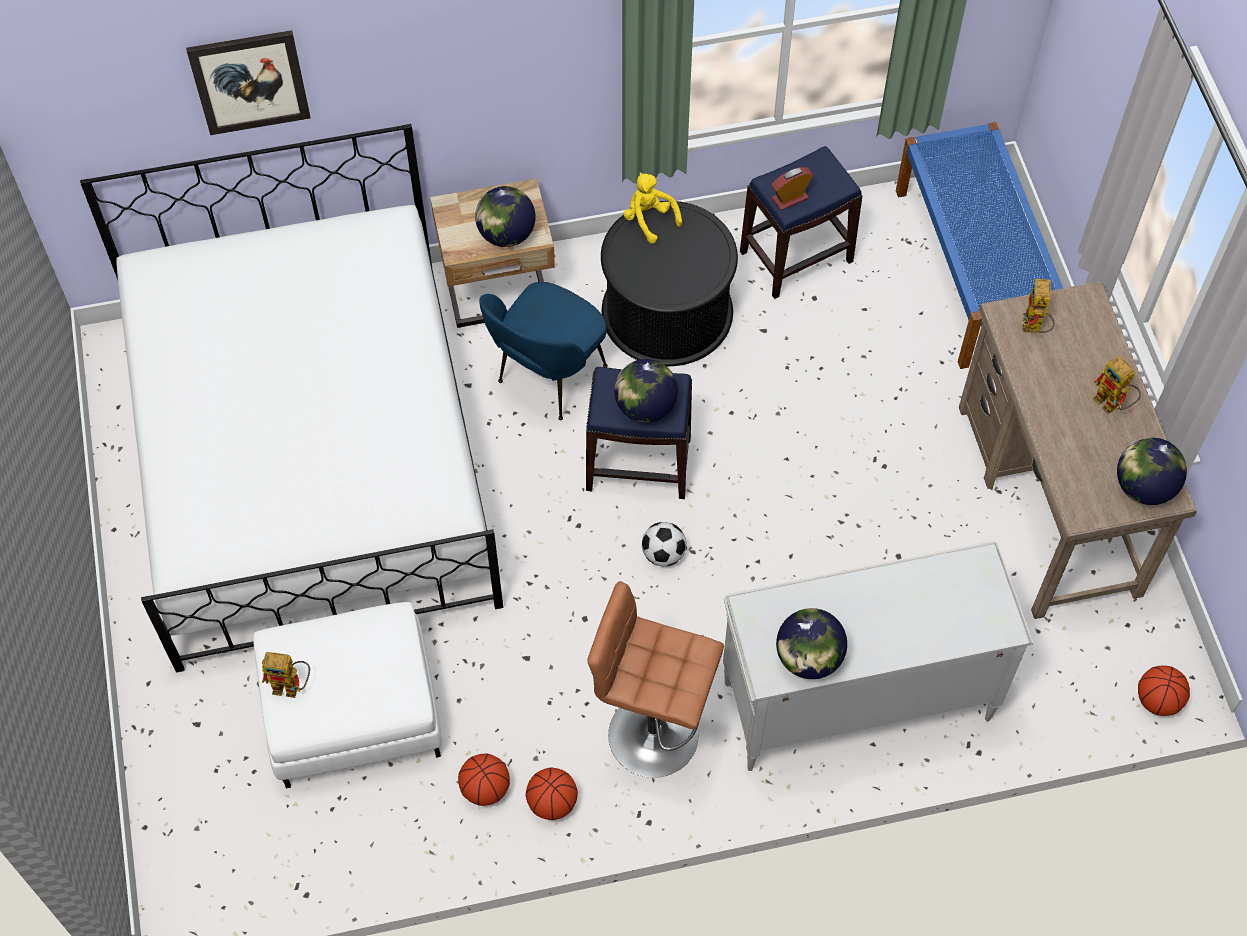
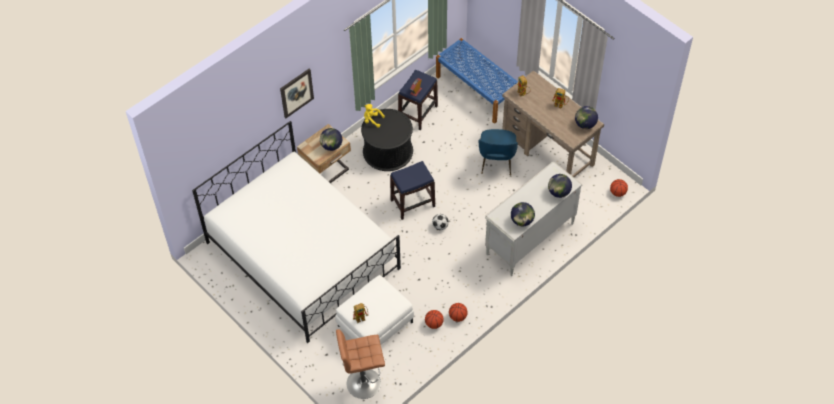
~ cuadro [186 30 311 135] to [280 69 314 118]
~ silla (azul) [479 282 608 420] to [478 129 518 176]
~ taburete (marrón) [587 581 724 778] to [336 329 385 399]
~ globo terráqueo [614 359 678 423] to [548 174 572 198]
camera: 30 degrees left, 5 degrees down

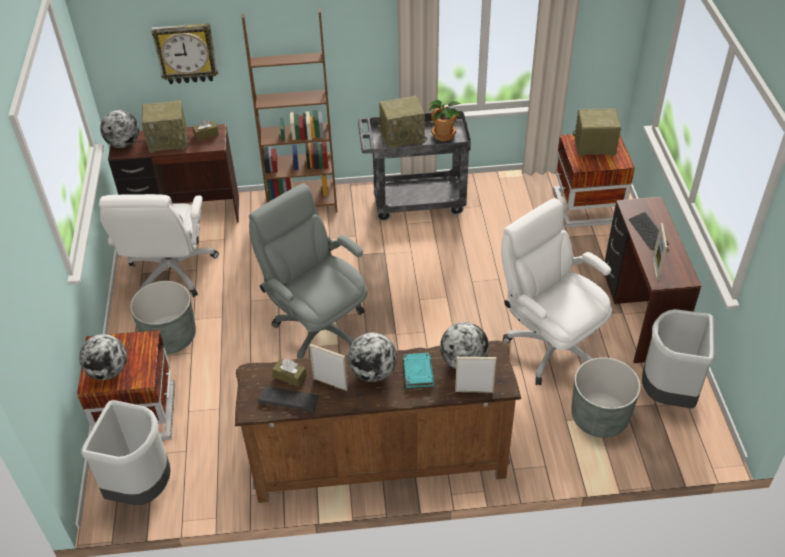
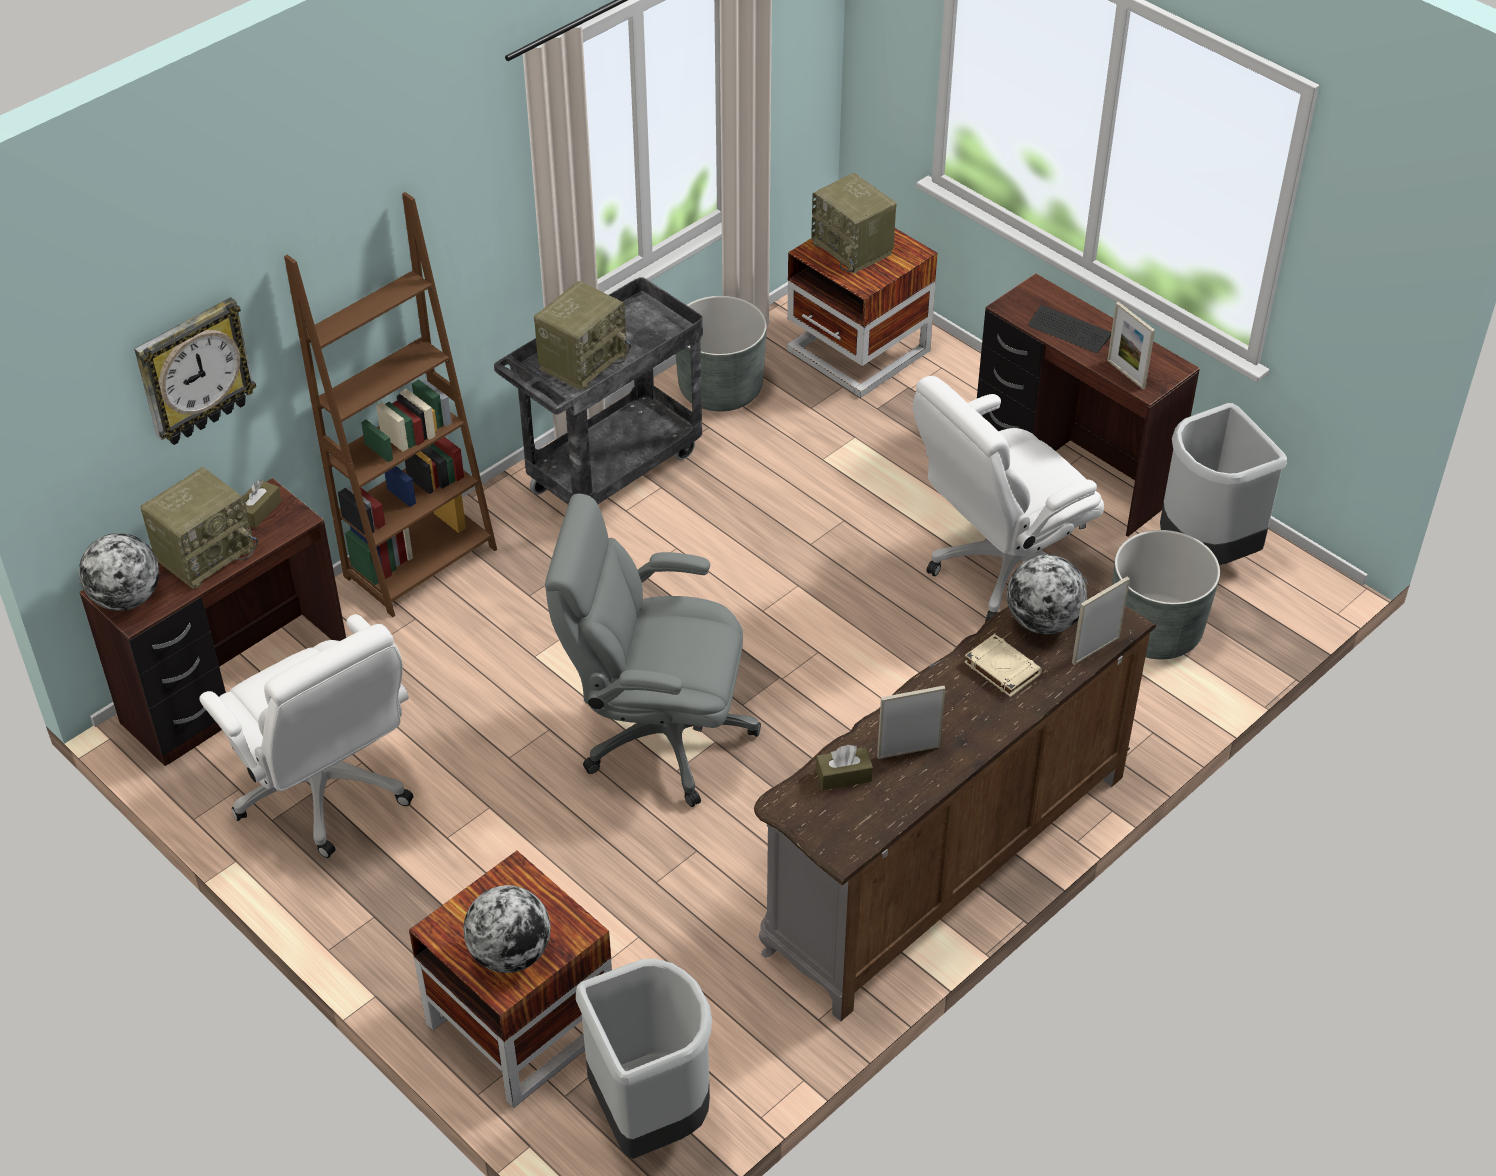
- teclado [258 386 319 411]
- globo terráqueo [348 333 397 382]
- planta en maceta [428 100 460 141]
~ maceta (gris) [130 281 196 354] to [676 296 767 412]
~ libro (turquesa) [403 353 434 388] to libro (beis) [964 634 1042 697]
~ silla de oficina (blanco) [501 198 612 385] = [913 376 1104 622] 45 degrees counterclockwise
~ radio [573 108 621 157] = [811 173 897 274] 90 degrees counterclockwise
camera: 40 degrees left, 0 degrees up

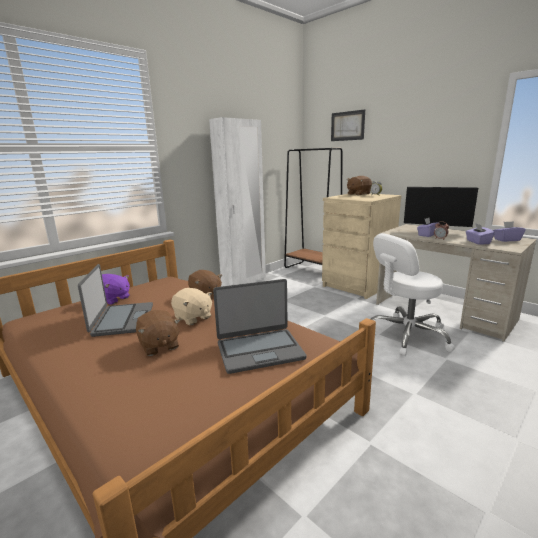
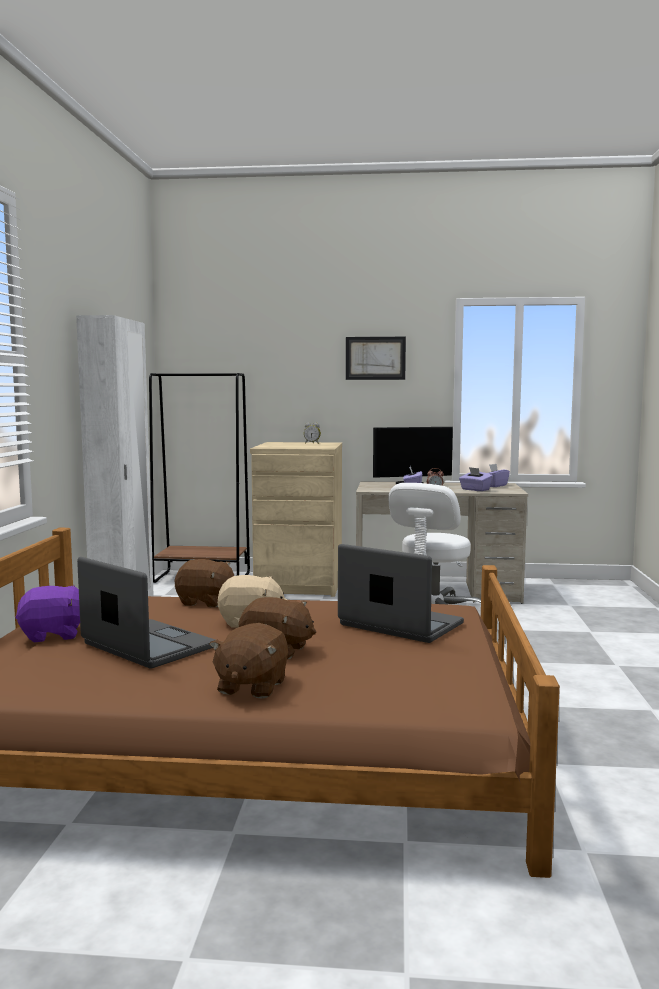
~ cuadro [331 109 365 141] to [346 337 406 380]
~ peluche (marrón) [347 176 372 195] to [210 623 288 699]
~ portátil [213 279 307 374] = [338 544 464 643] 90 degrees counterclockwise
camera: 40 degrees left, 10 degrees down

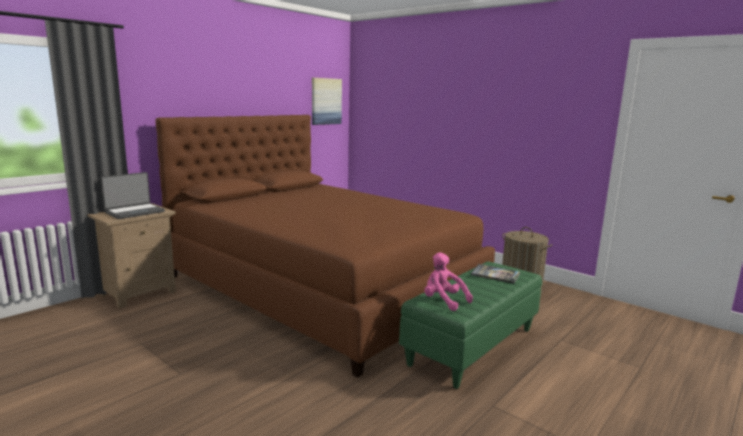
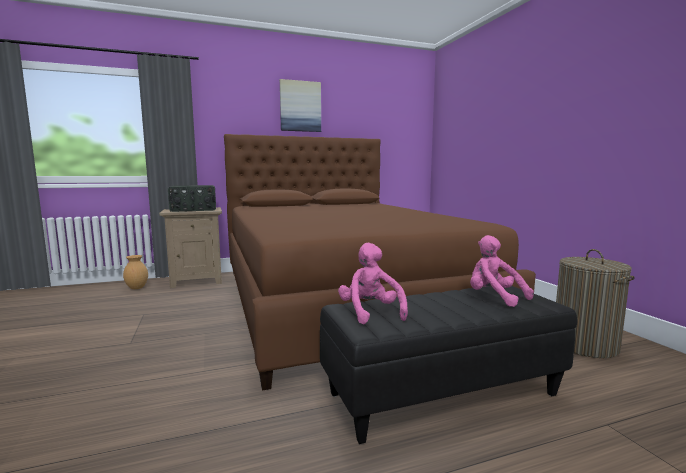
+ florero (marrón) [123 255 148 289]
~ cuadro [312 78 342 125] to [280 79 321 132]
~ portátil [101 172 165 219] to radio [168 185 216 212]
~ libro [471 264 520 284] to peluche (rosa) [470 235 534 307]
~ puf (verde) [399 261 542 389] to puf (negro) [320 286 577 444]
camera: 30 degrees right, 5 degrees down

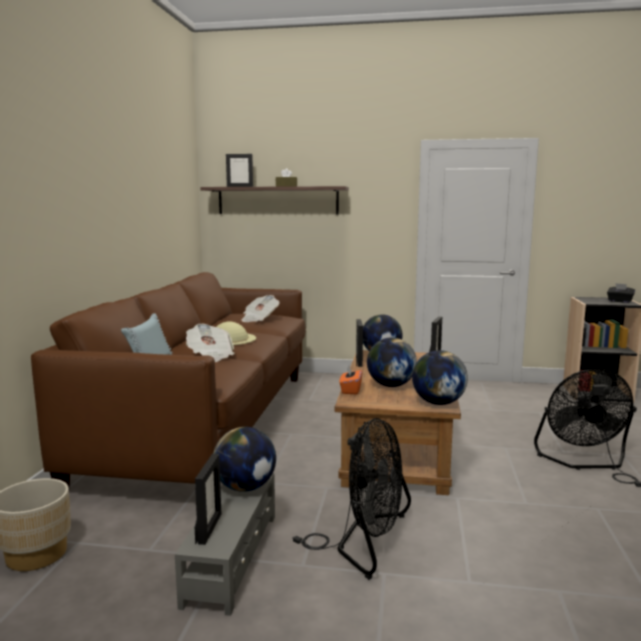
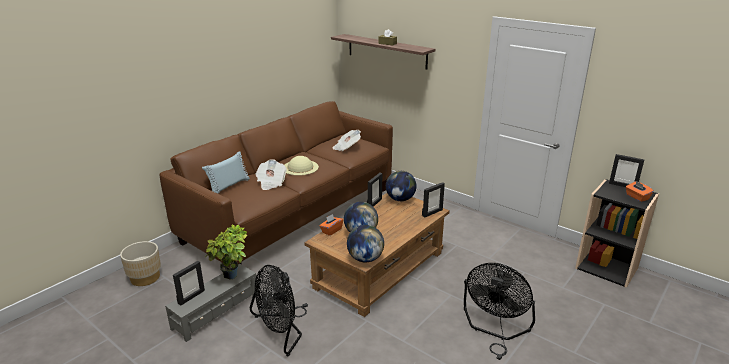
~ portarretratos [226 154 253 187] to [609 154 644 187]
~ globo terráqueo [213 427 276 492] to planta en maceta [205 224 247 280]
~ caja de pañuelos (negro) [607 283 635 303] to caja de pañuelos (naranja) [626 181 654 202]
~ ventilador (negro) [292 418 411 580] = [250 265 309 357] 90 degrees clockwise
camera: 30 degrees right, 15 degrees up

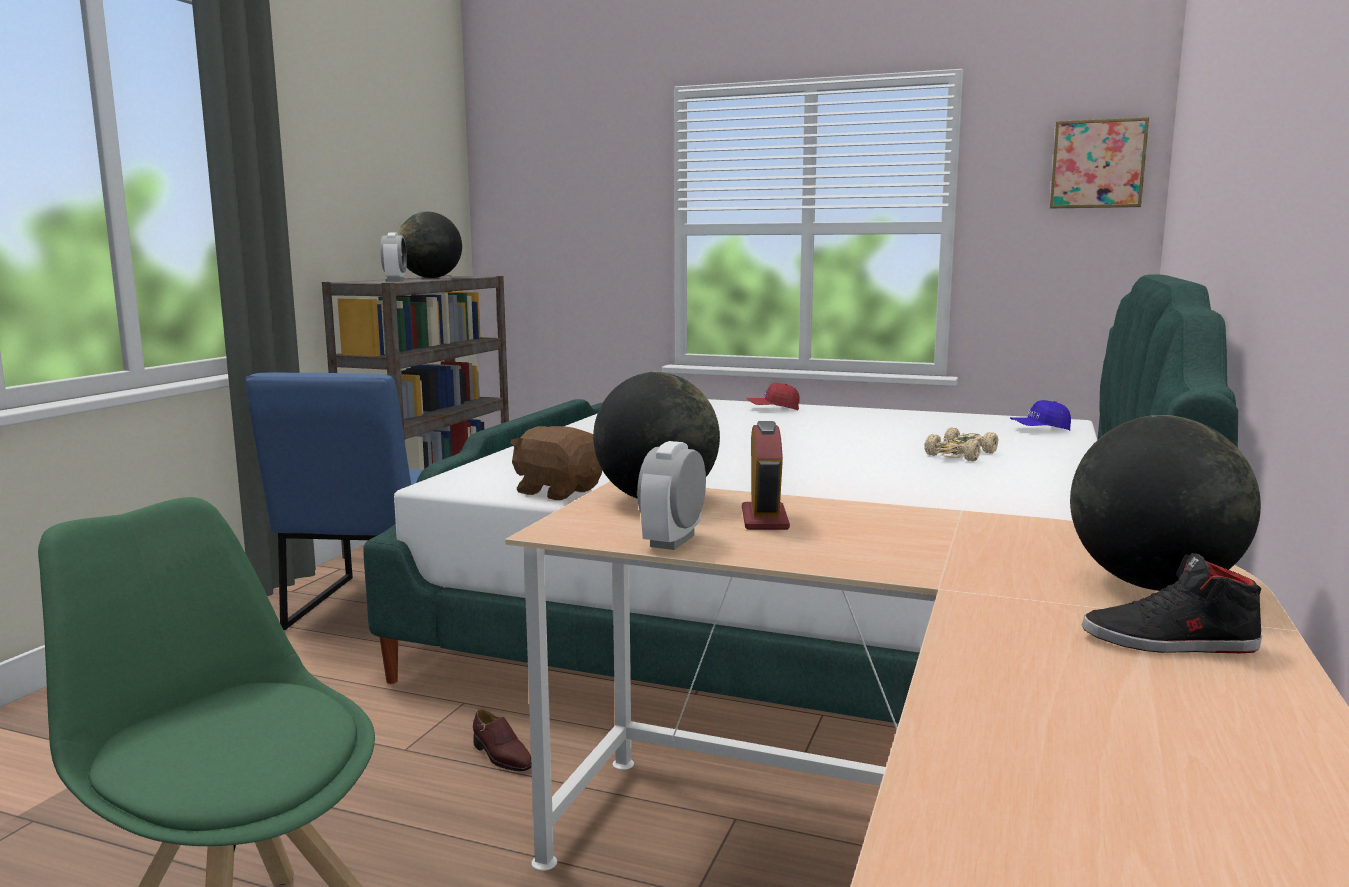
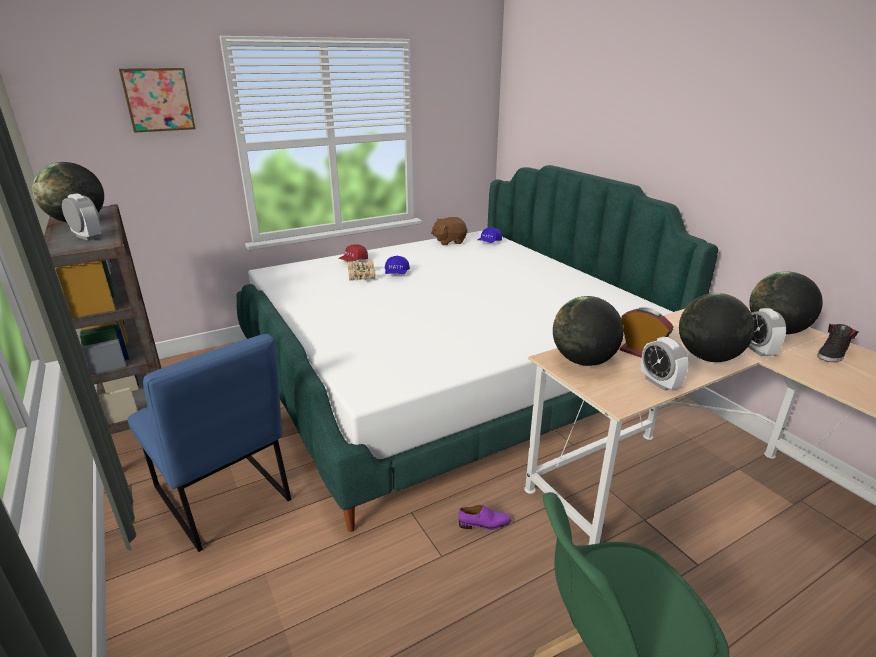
+ gorra (azul) [385 256 410 274]
+ globo terráqueo [679 293 755 362]
+ despertador [748 308 786 356]
~ peluche (marrón) [510 426 602 500] to [431 217 467 245]
~ coche de juguete (beis) [925 427 999 461] to [348 260 375 281]
~ cuadro [1050 117 1149 208] to [119 68 196 133]
~ zapato (marrón) [473 709 532 771] to zapato (morado) [458 505 511 530]
camera: 50 degrees left, 15 degrees up

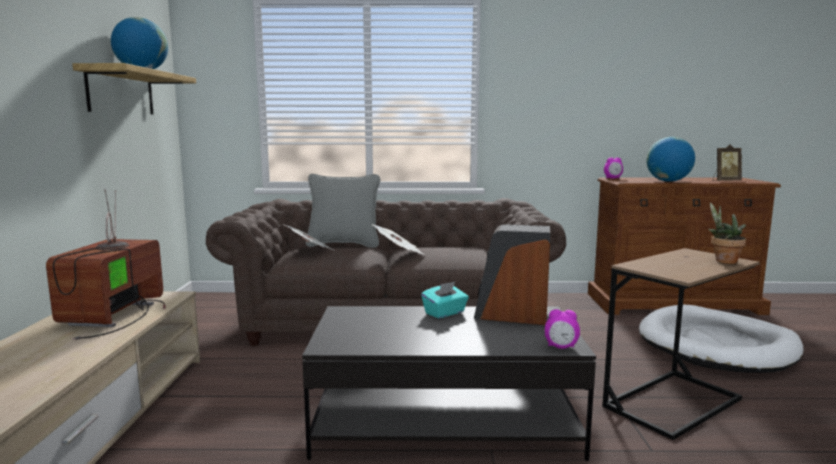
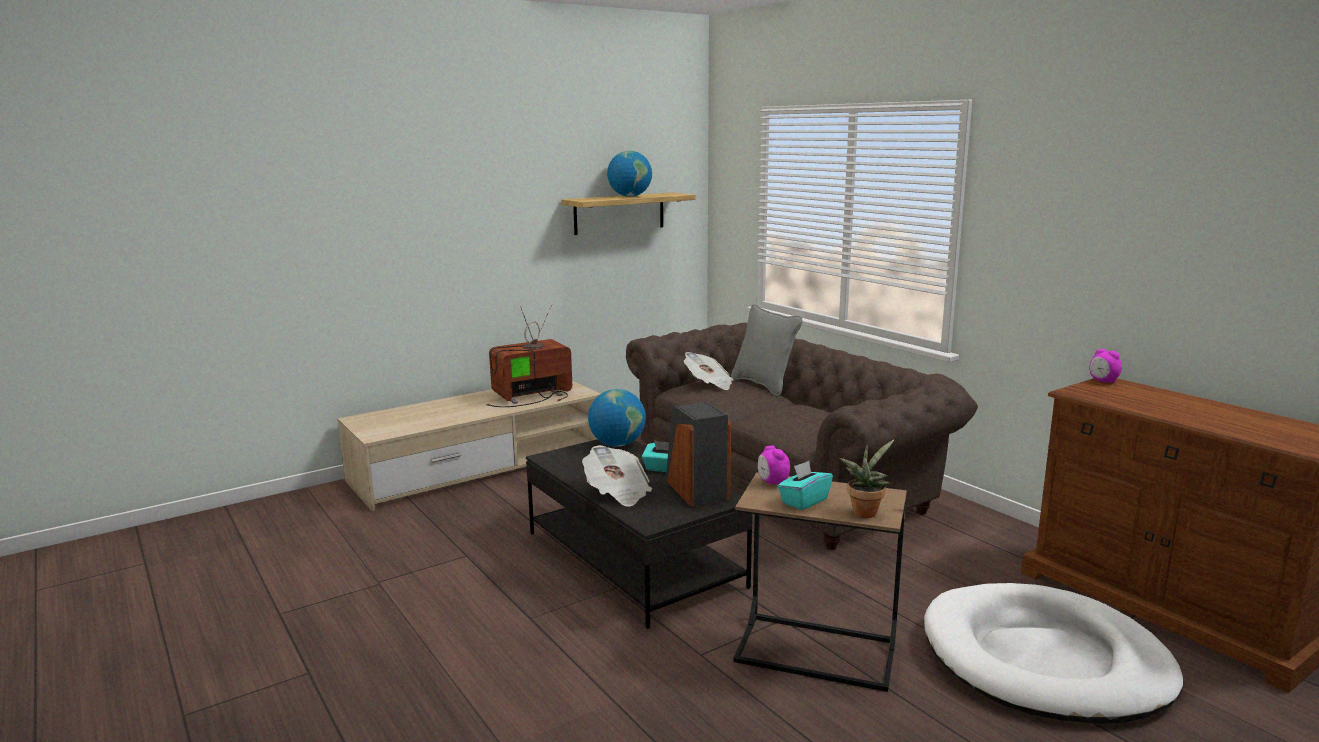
- portarretratos [712 144 742 181]
+ caja de pañuelos (turquesa) [778 461 833 510]
~ periódico [371 224 425 255] to [582 445 652 507]
~ despertador [545 309 580 349] to [758 445 790 485]
~ globo terráqueo [646 137 695 182] to [588 389 646 447]
camera: 55 degrees right, 5 degrees up

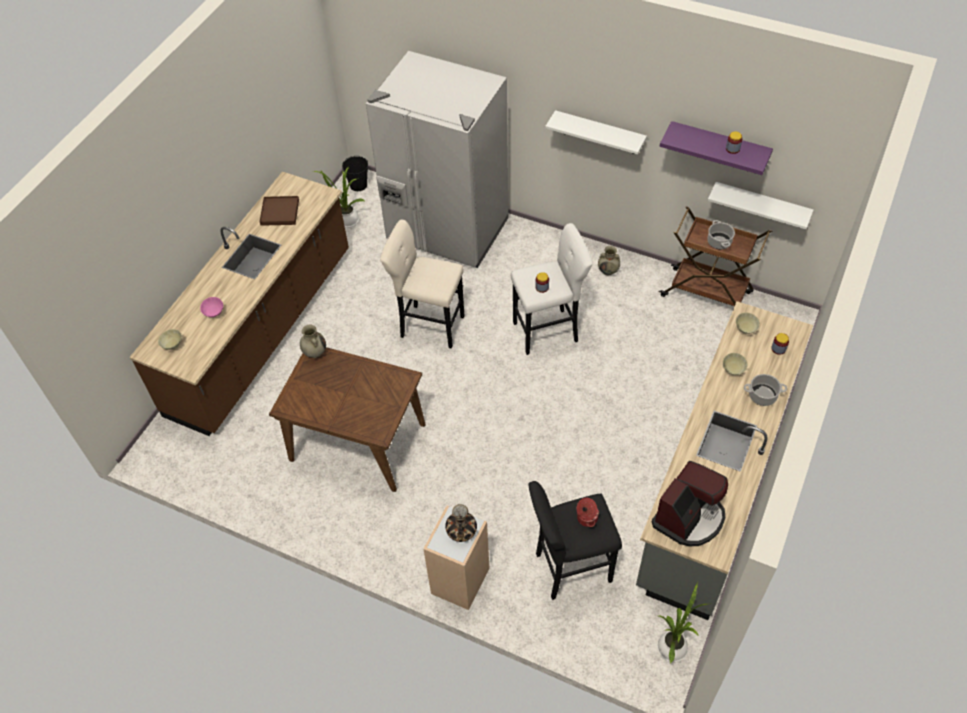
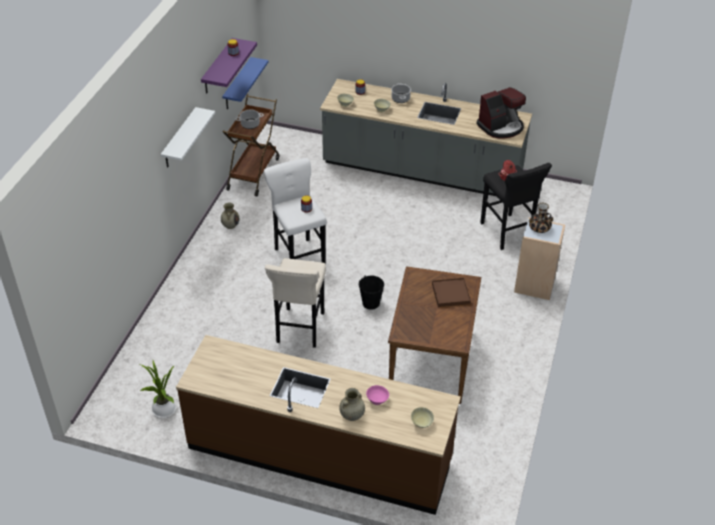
- nevera (blanco) [366 51 508 268]
- planta en maceta [657 583 708 663]
~ bandeja (marrón) [259 196 299 226] to [432 278 471 307]
~ florero (beis) [300 325 326 358] to [339 388 365 421]
~ cubo (negro) [342 156 368 191] to [359 275 384 310]
~ estante (blanco) [708 182 814 229] to estante (azul) [222 57 269 110]
~ cafetera [652 461 728 546] = [477 87 526 138] 120 degrees clockwise
camera: 100 degrees left, 10 degrees down

